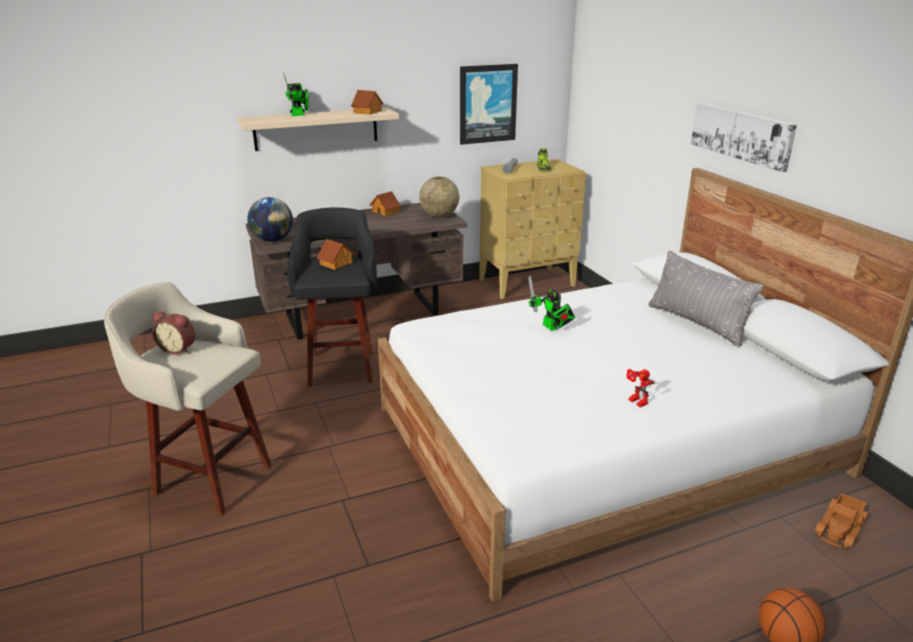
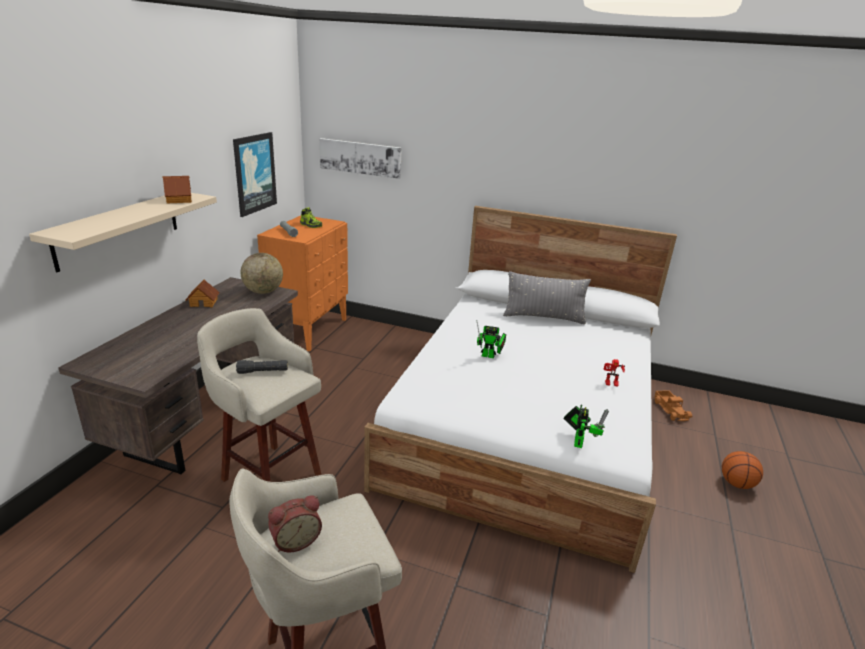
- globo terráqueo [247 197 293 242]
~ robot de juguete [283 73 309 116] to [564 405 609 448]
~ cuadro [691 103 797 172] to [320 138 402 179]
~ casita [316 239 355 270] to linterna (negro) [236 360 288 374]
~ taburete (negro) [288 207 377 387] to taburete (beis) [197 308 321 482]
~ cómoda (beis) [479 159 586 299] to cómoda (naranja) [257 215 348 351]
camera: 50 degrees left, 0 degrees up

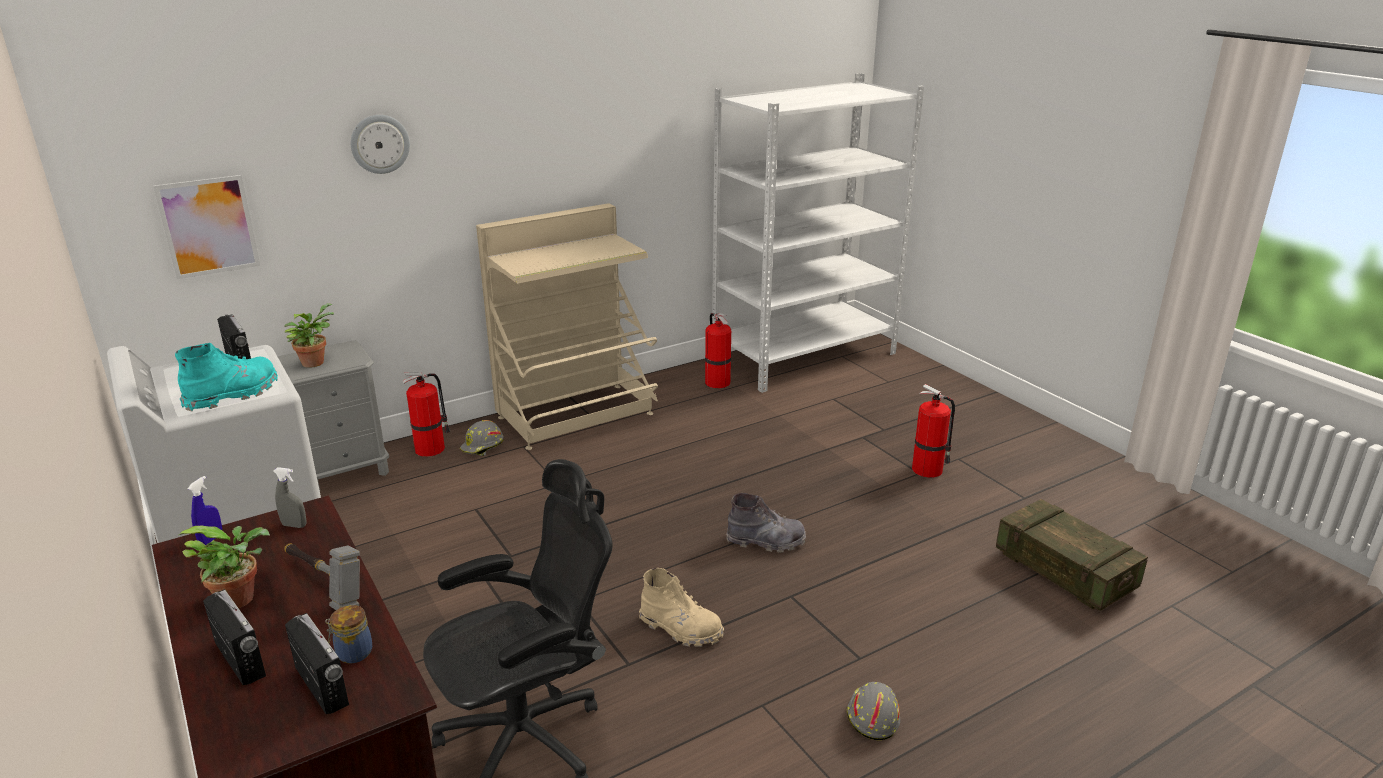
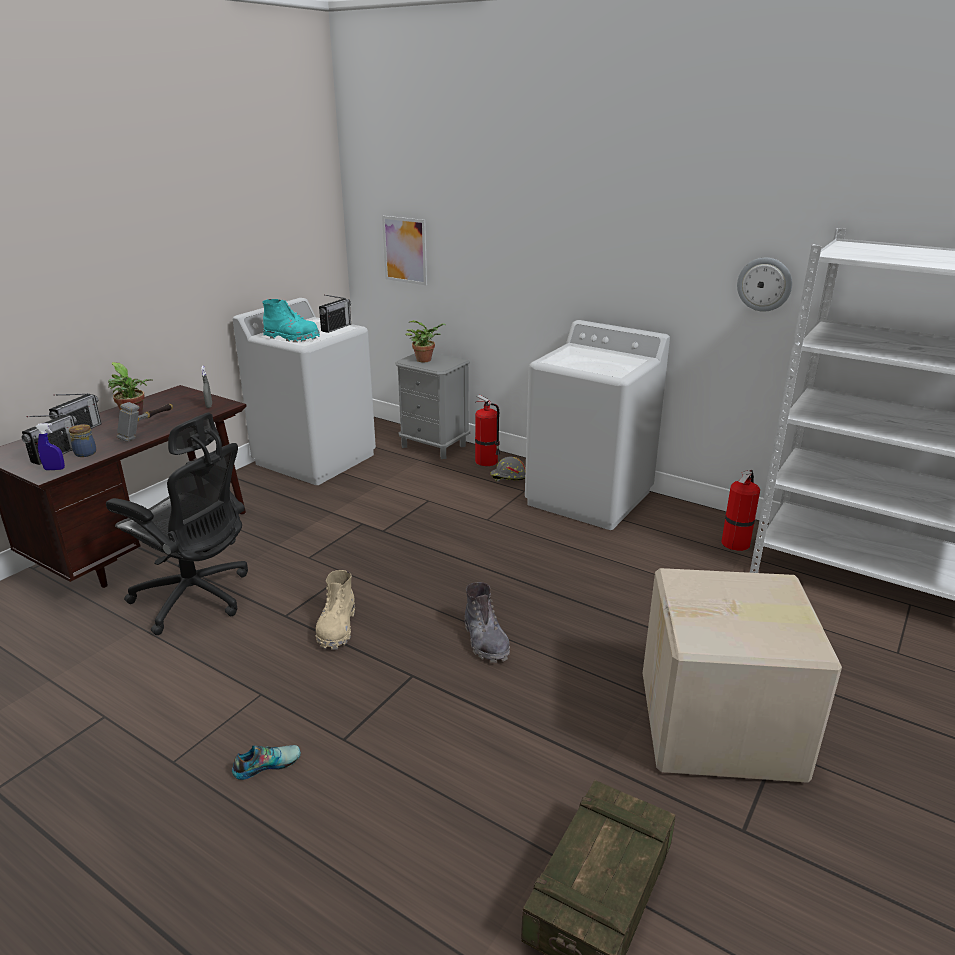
~ pulverizador (azul) [188 476 222 545] to [35 423 65 470]
~ reloj de pared [351 115 410 174] to [737 258 792 312]
~ zapatero (beis) [476 203 658 450] to lavadora (blanco) [525 320 670 530]
~ casco (gris) [847 682 900 740] to zapato [232 745 301 780]
~ extintor [912 384 955 478] to caja de cartón [643 568 842 783]
camera: 65 degrees right, 0 degrees up

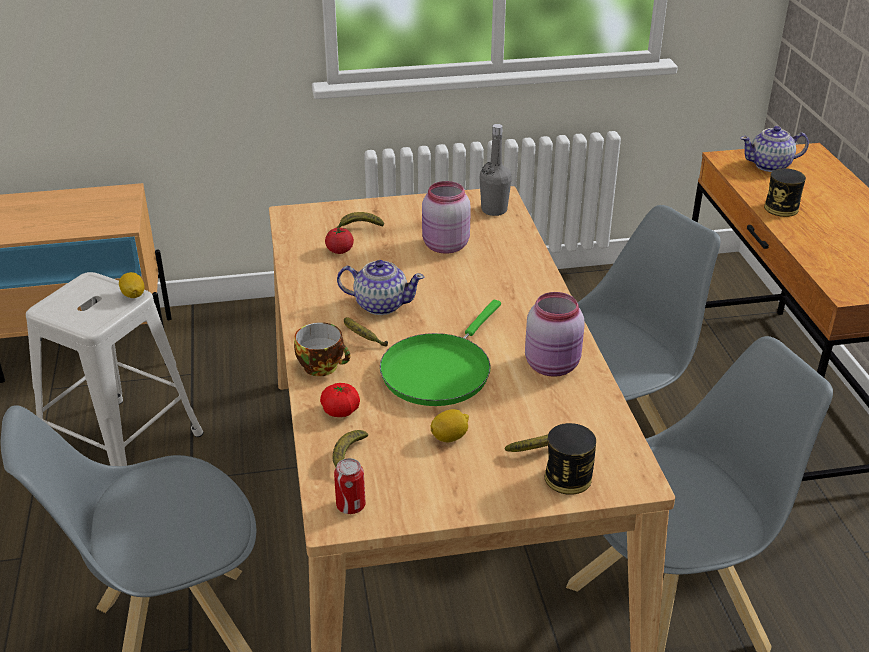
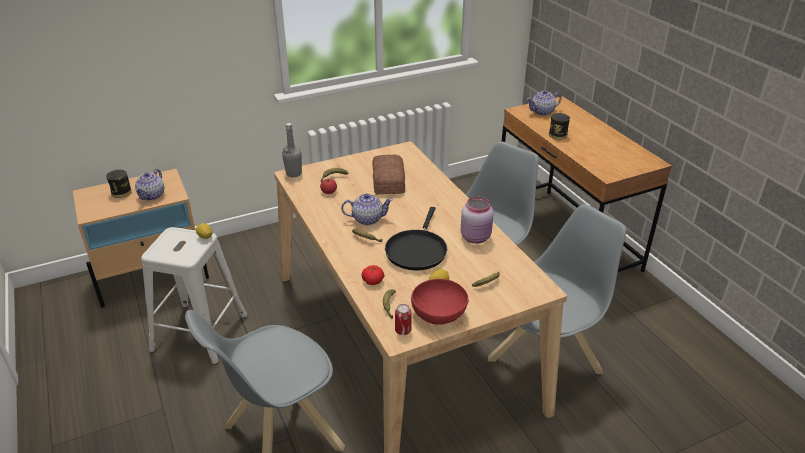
- taza [294 322 350 376]
+ tetera [135 169 164 201]
+ cuenco (rojo) [411 279 468 325]
~ botella (gris) [480 124 512 216] to [282 123 302 177]
~ lata [545 423 596 495] to [106 170 132 198]
~ tarro (rosa) [422 181 471 254] to pan [372 155 405 194]
~ sartén (verde) [380 300 501 406] to sartén (negro) [385 207 447 270]
camera: 15 degrees left, 0 degrees up

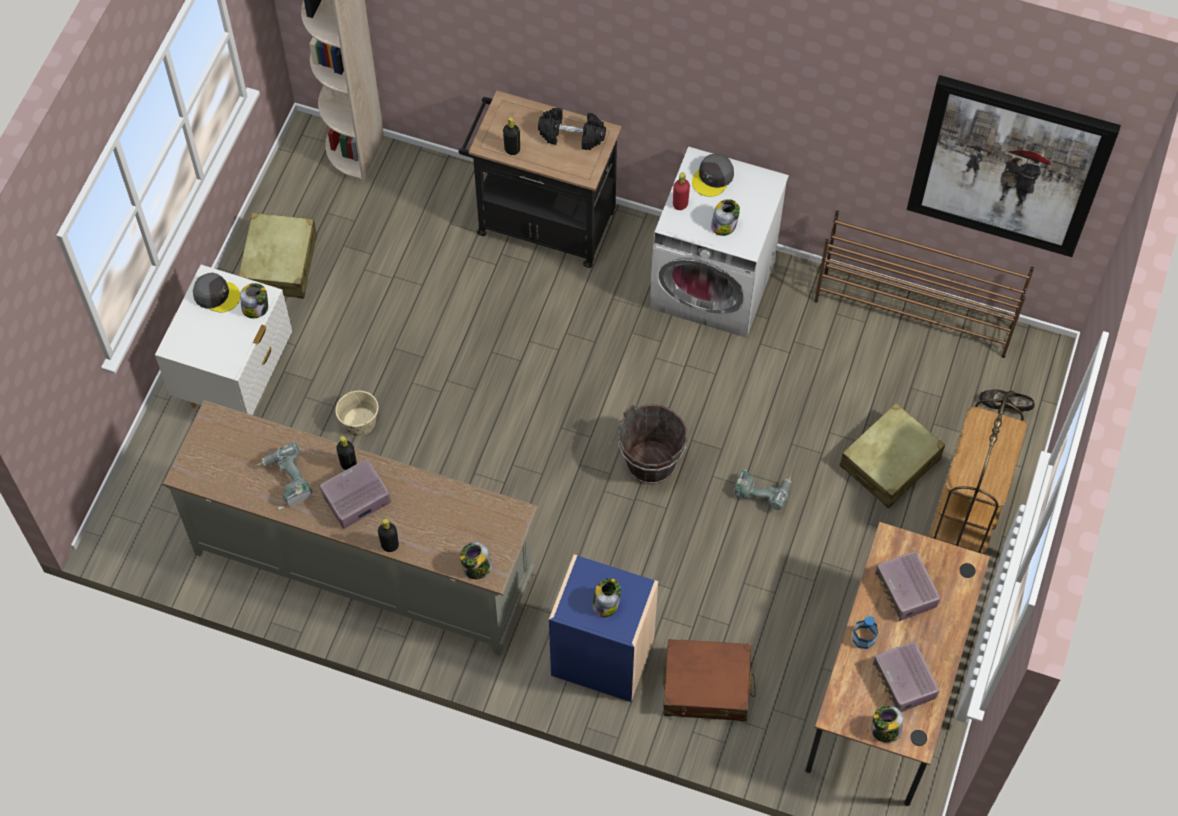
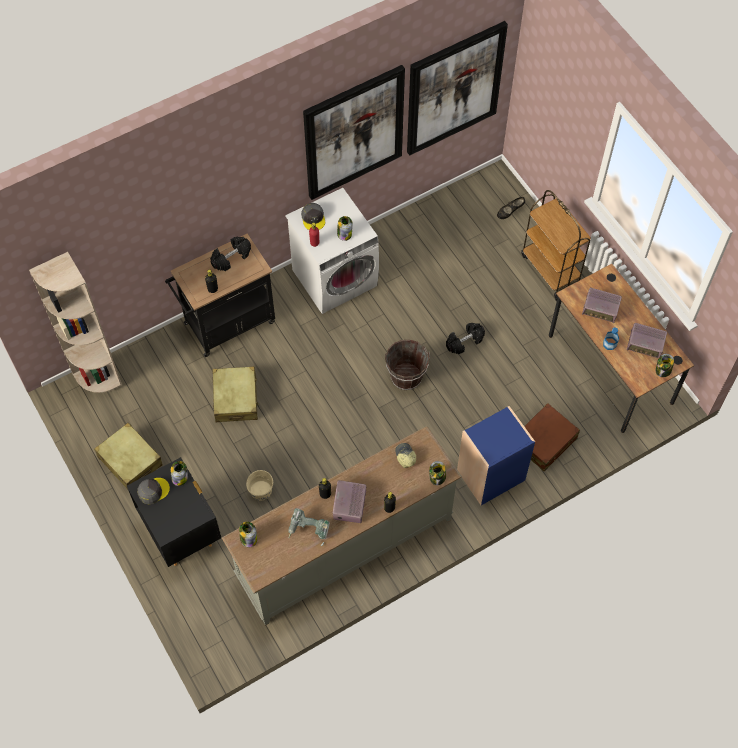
- zapatero (marrón) [814 210 1034 358]
+ cuadro [303 65 405 200]
+ gorra [395 443 416 468]
~ tarro [593 578 621 617] to [239 522 257 548]
~ maleta (beis) [840 403 945 508] to [212 366 259 422]
~ taladro [734 470 791 510] to mancuerna (negro) [446 323 485 354]
~ mesita de noche (blanco) [155 265 292 415] to mesita de noche (negro) [127 457 221 567]
camera: 50 degrees left, 0 degrees up

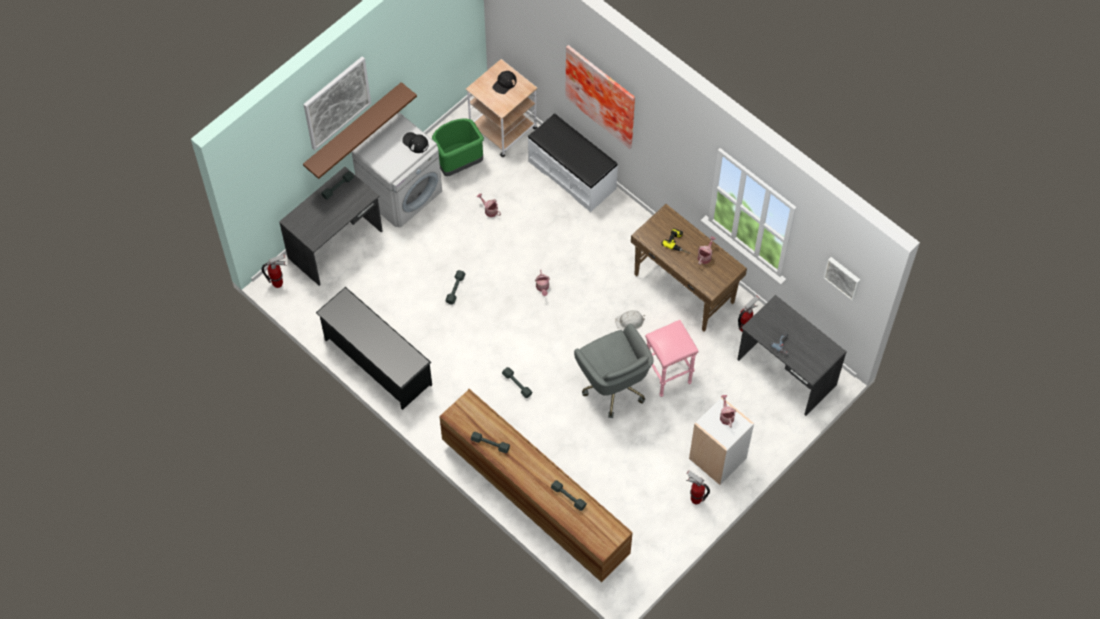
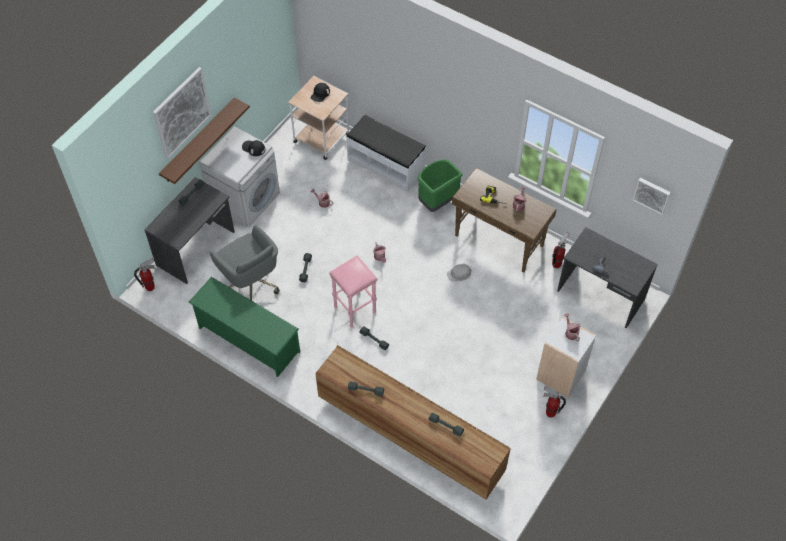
- cuadro [565 45 635 149]
~ papelera (verde) [432 118 484 176] to [418 160 462 212]
~ silla de oficina (gris) [574 324 654 418] to [210 225 280 301]
~ taburete (rosa) [645 320 699 397] to [329 256 377 328]
~ zapatero (negro) [316 287 432 410] to zapatero (verde) [189 277 300 377]
camera: 10 degrees left, 5 degrees down

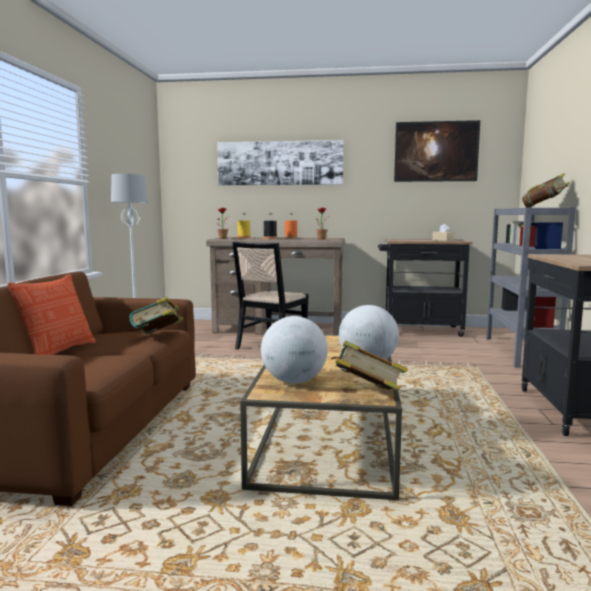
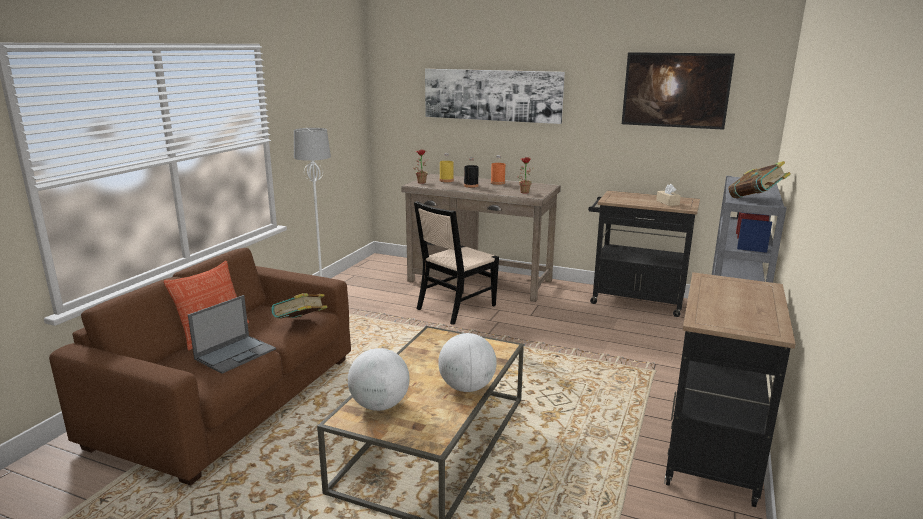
- libro [331 340 408 390]
+ portátil [188 295 276 374]
camera: 15 degrees right, 10 degrees up

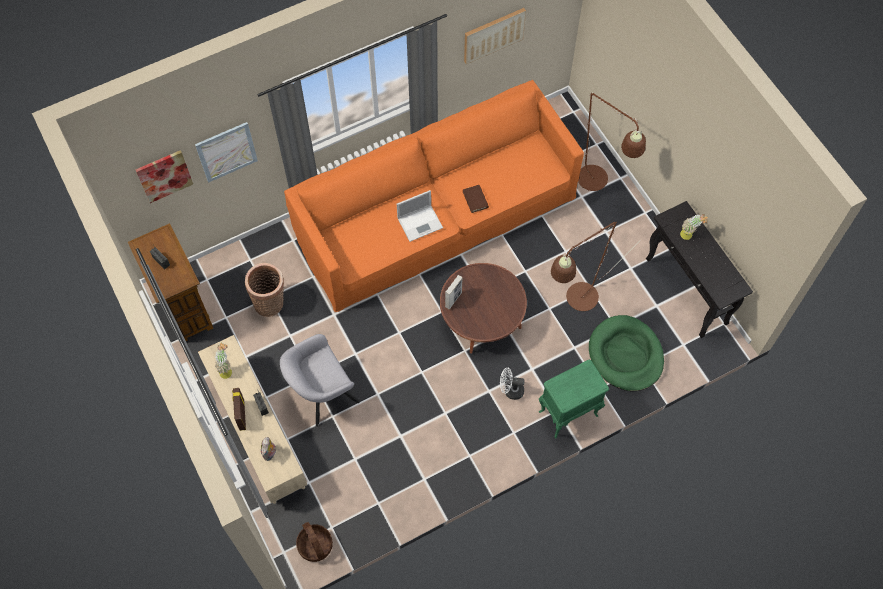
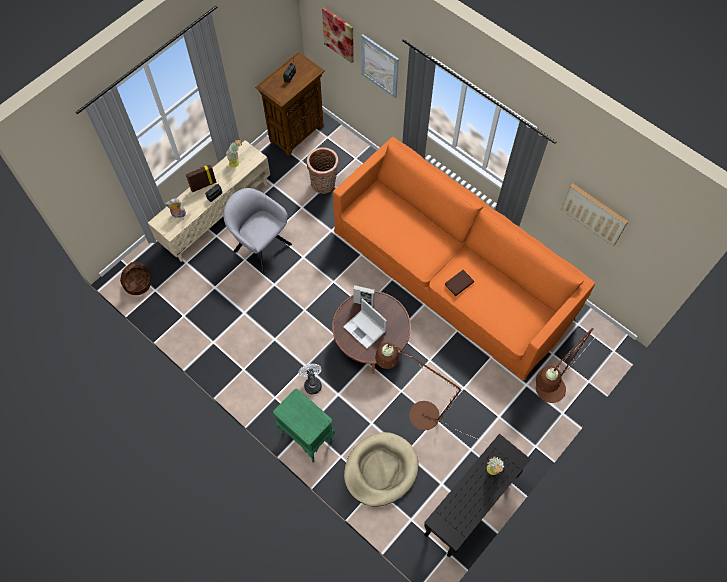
~ portátil [397 190 443 242] to [343 298 387 349]
~ cama para perro (verde) [589 315 664 391] to cama para perro (beis) [344 432 418 506]
camera: 70 degrees right, 0 degrees up

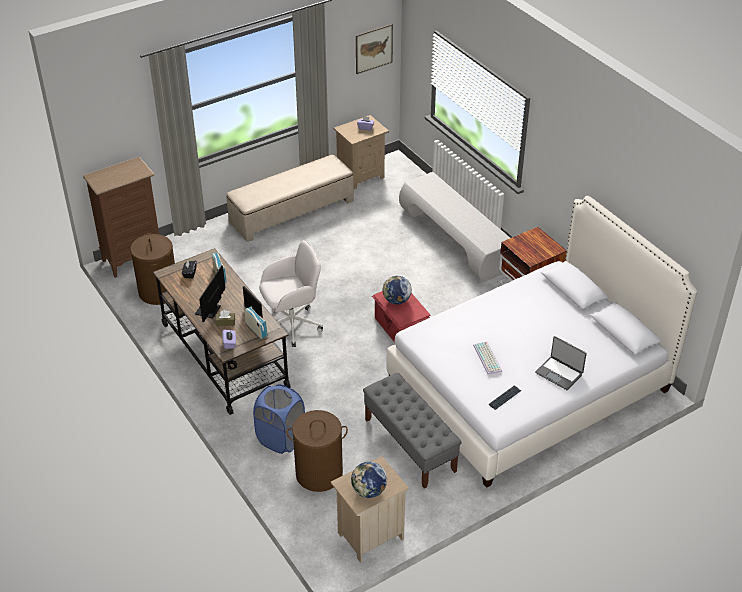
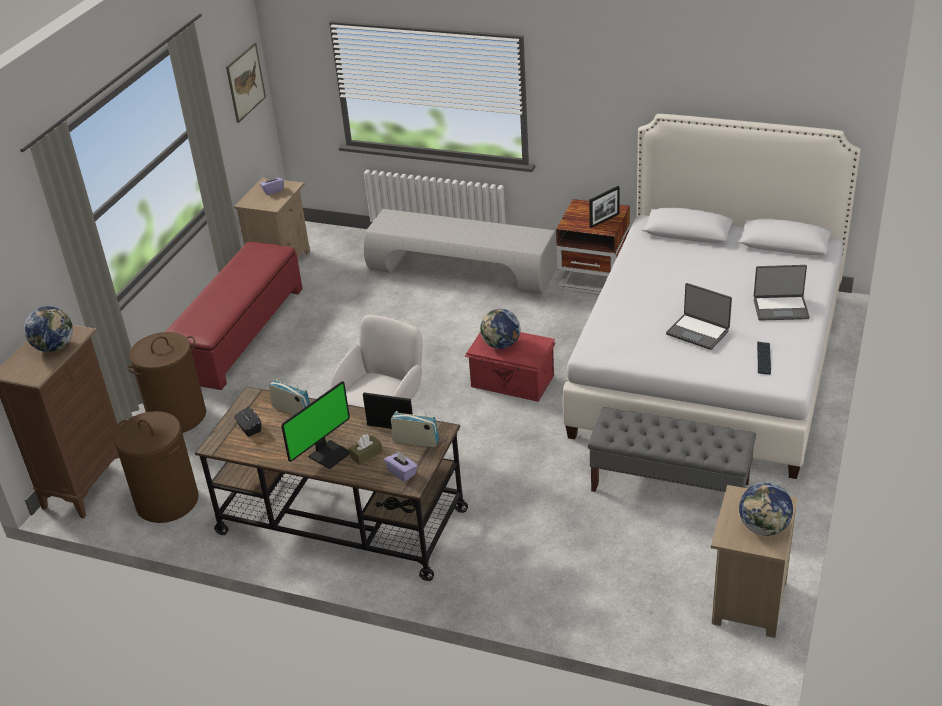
- cesto de la ropa (azul) [253 384 305 454]
+ globo terráqueo [24 306 73 352]
+ portarretratos [589 186 620 228]
~ cesto de la ropa (marrón) [287 410 348 492] to [126 332 206 433]
~ teclado [473 342 502 375] to portátil [666 283 732 350]
~ banco (beis) [226 155 354 242] to banco (rojo) [165 242 303 390]
~ monitor [195 265 225 322] = [281 381 350 469] 120 degrees counterclockwise
camera: 35 degrees left, 5 degrees down

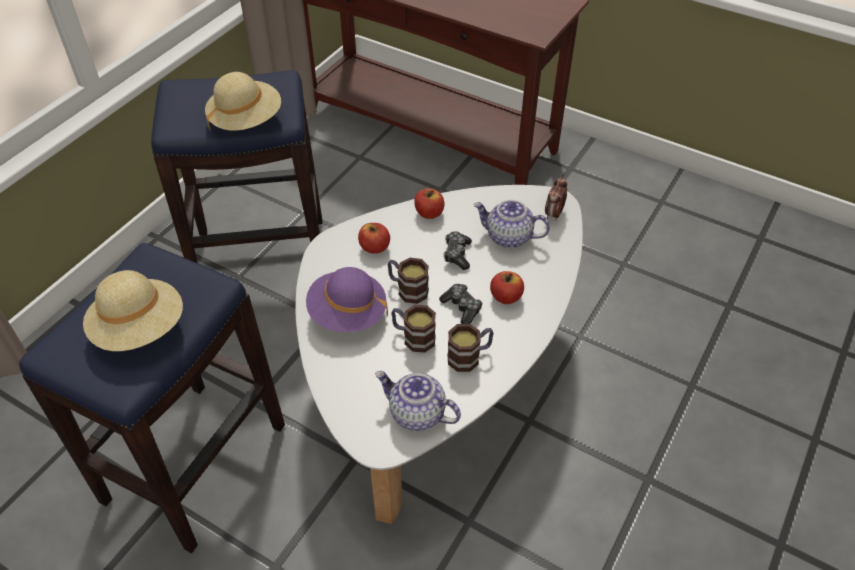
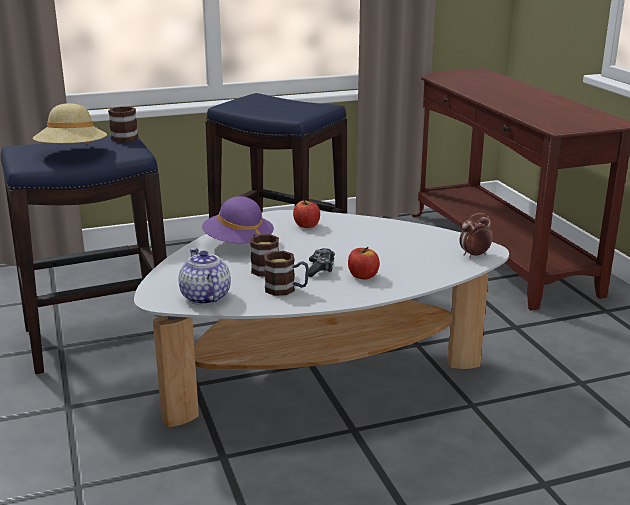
- sombrero (beis) [205 72 281 132]
- manzana [414 188 444 219]
- mando de consola [443 231 472 270]
- tetera [474 200 550 248]
~ taza grande [387 258 429 304] to [108 106 138 143]
camera: 40 degrees right, 25 degrees down

